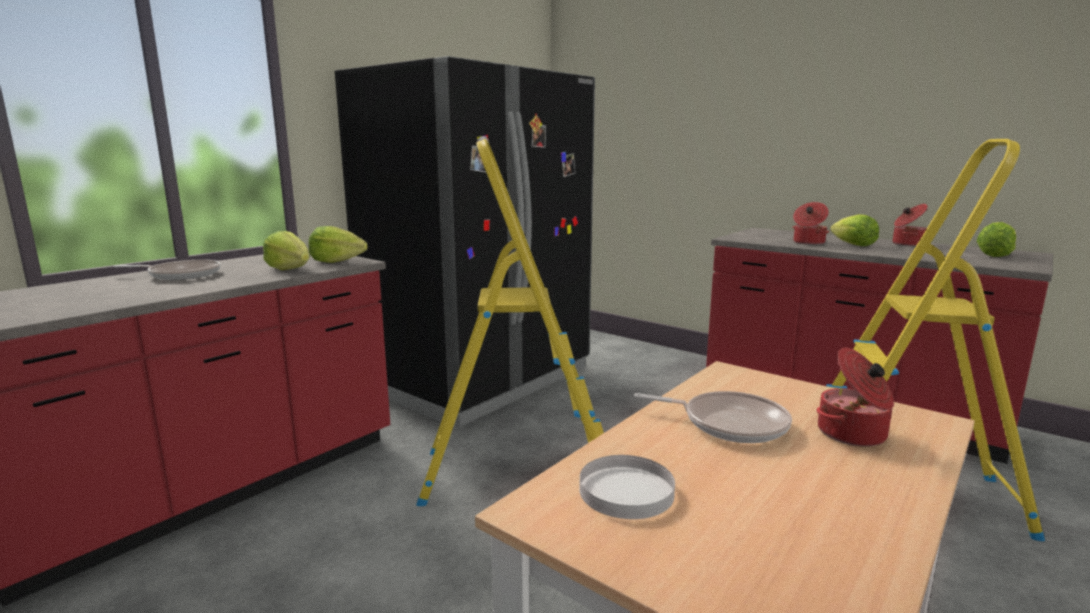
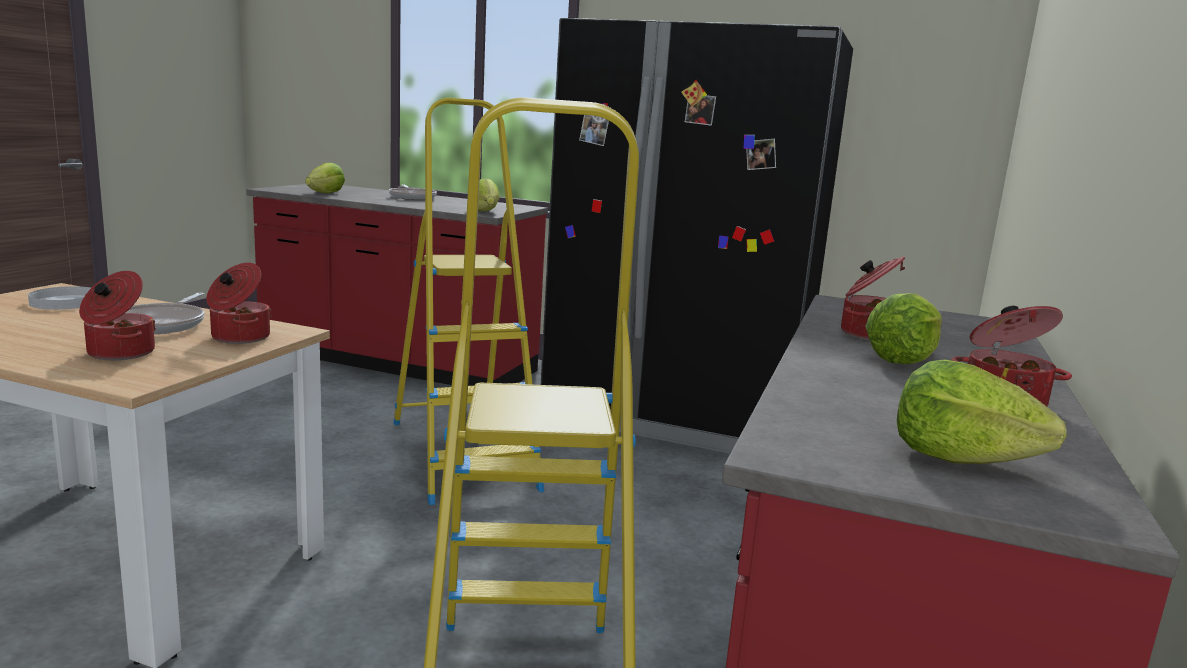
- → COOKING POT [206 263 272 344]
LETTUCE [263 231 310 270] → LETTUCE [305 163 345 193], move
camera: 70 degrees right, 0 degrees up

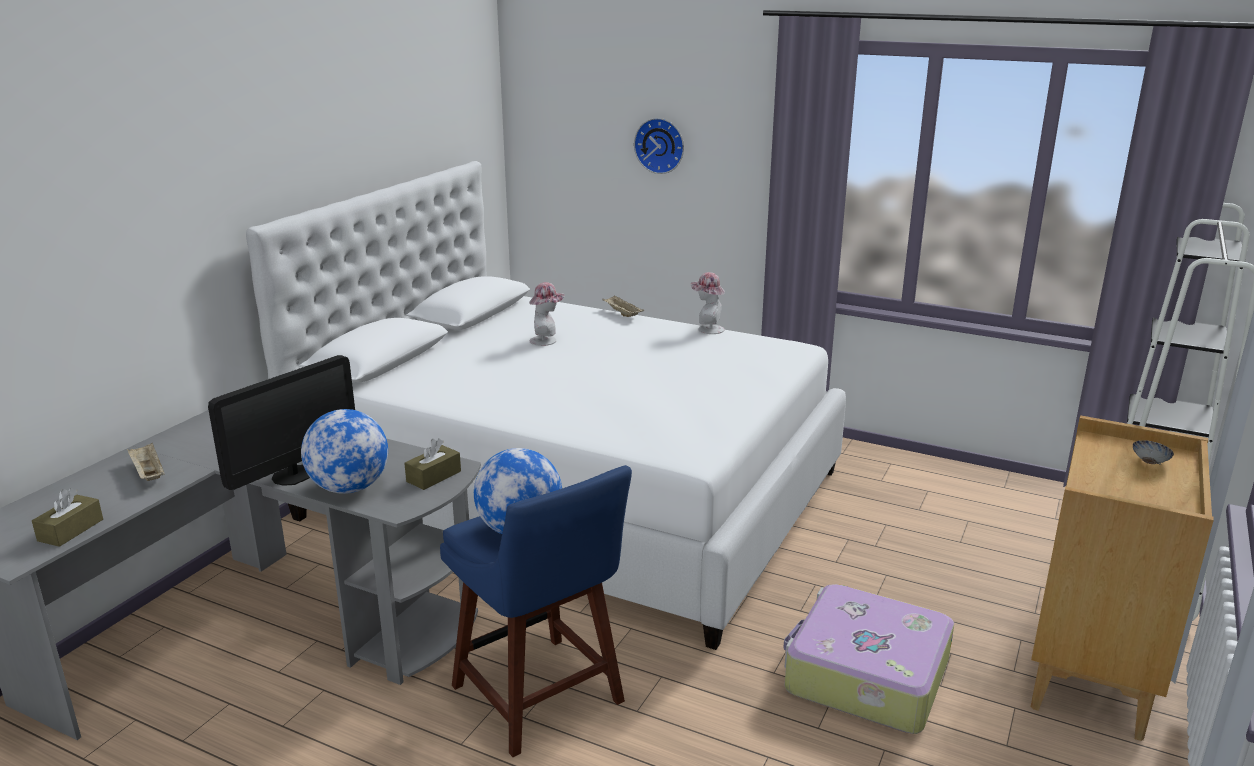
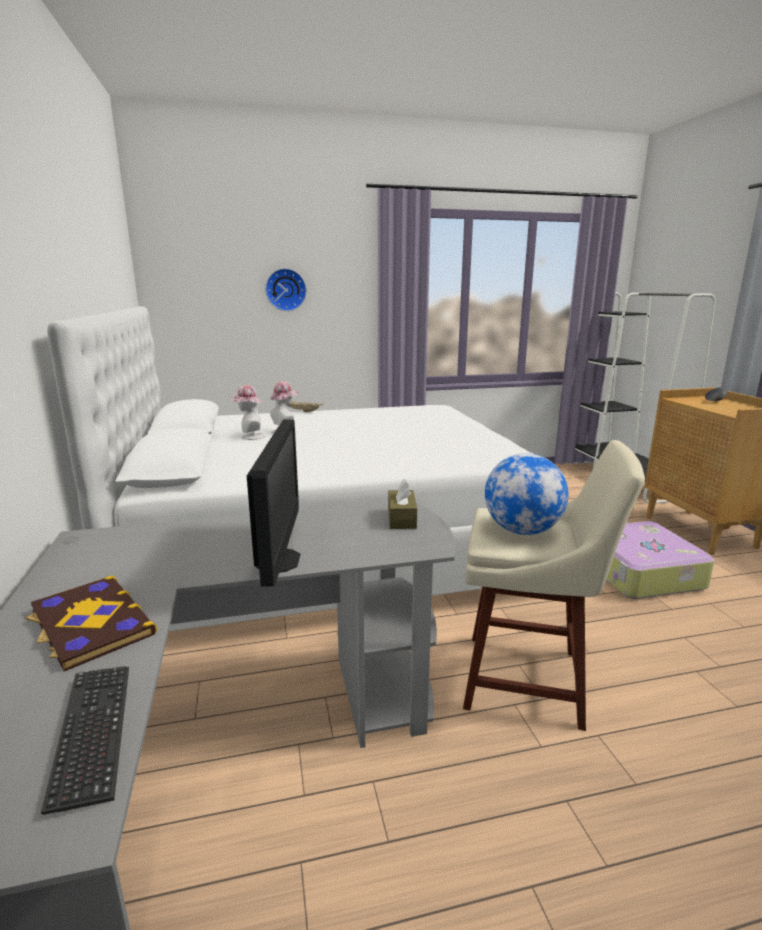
GLOBE [301 409 388 494] → -
HAT [690 272 725 334] → HAT [230 385 266 440], move
BROWN TISSUE BOX [32 488 103 547] → KEYBOARD [41 666 129 815]
BEIGE TRAY [127 443 165 481] → BOOK [26 576 157 671]
BLUE STOOL [440 465 632 757] → BEIGE STOOL [463 440 645 731]
camera: 40 degrees left, 5 degrees down

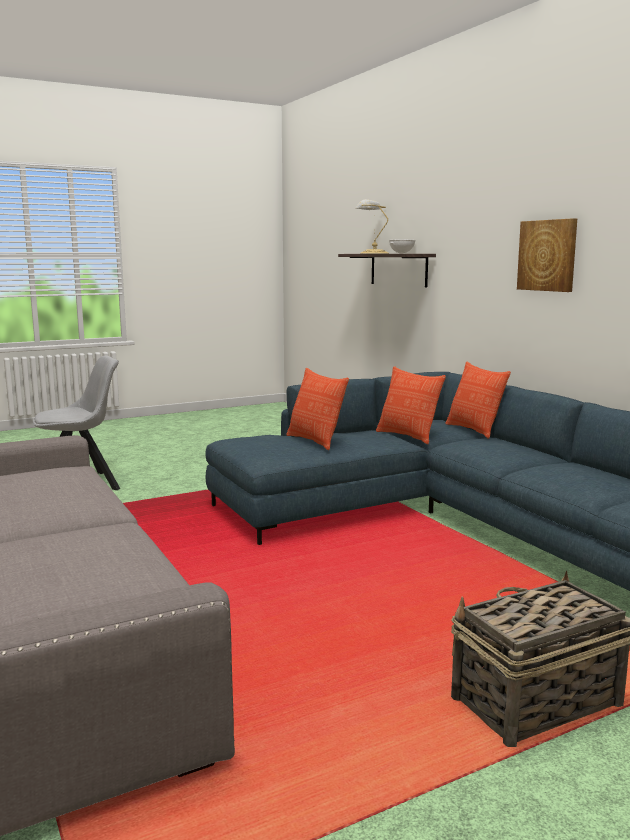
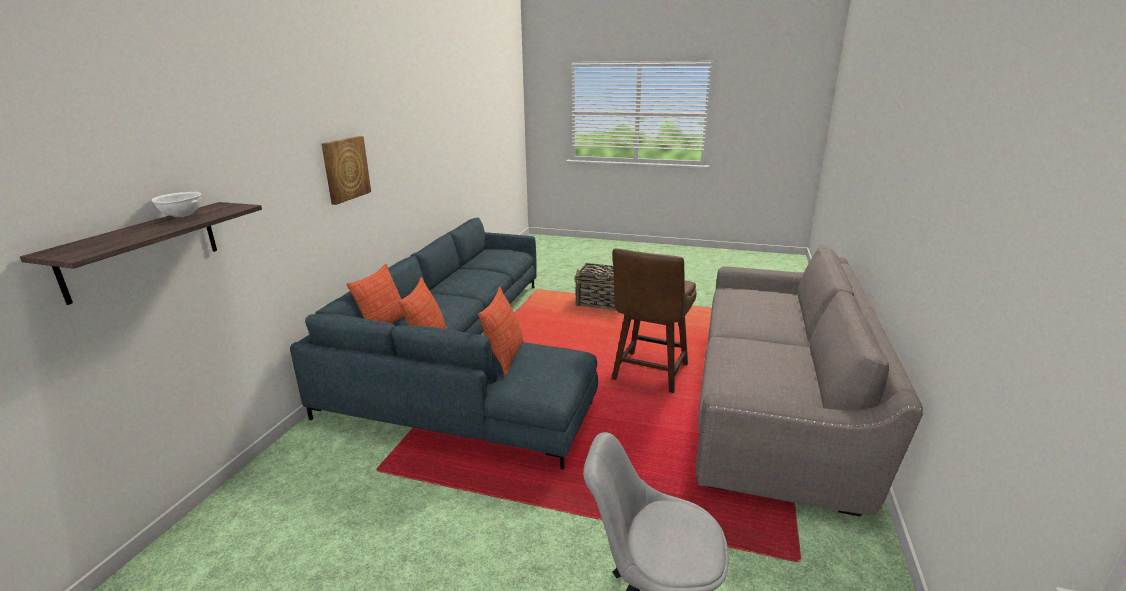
TABLE LAMP [356 199 389 254] → -
- → BROWN STOOL [612 248 696 393]
camera: 135 degrees left, 10 degrees up

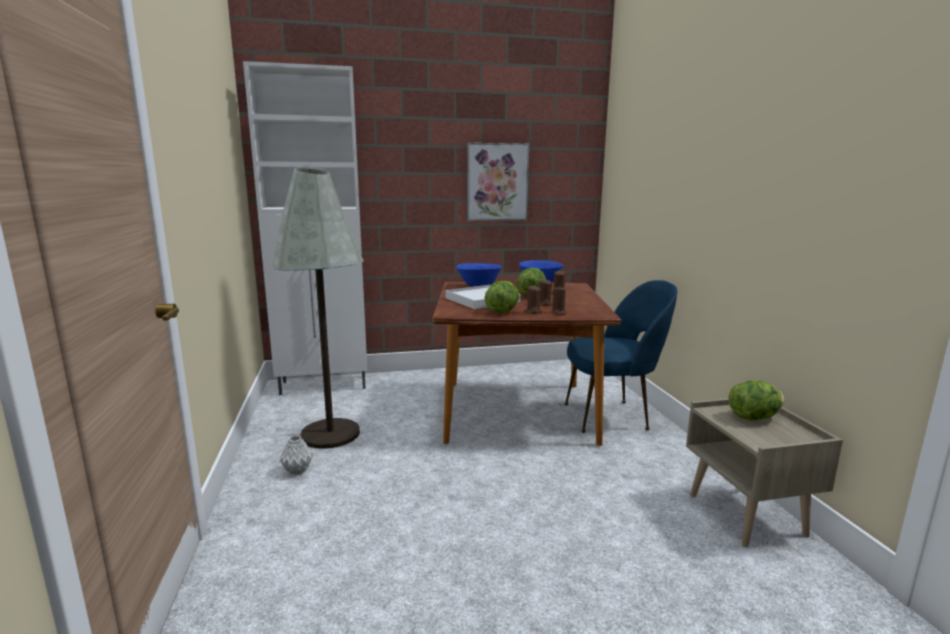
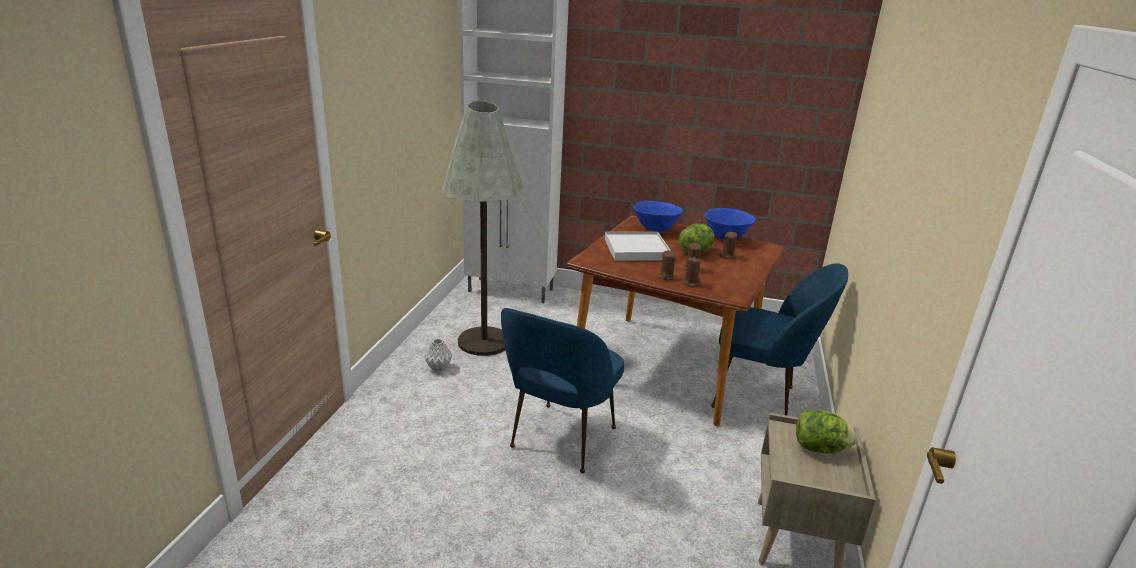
PICTURE [467 143 529 221] → -
LETTUCE [485 281 519 313] → -
- → BLUE CHAIR [501 308 624 473]
camera: 25 degrees right, 10 degrees up

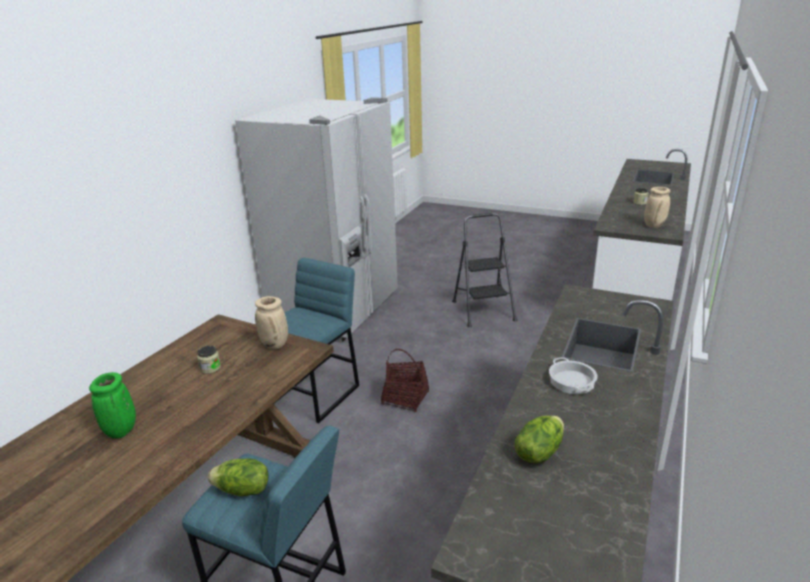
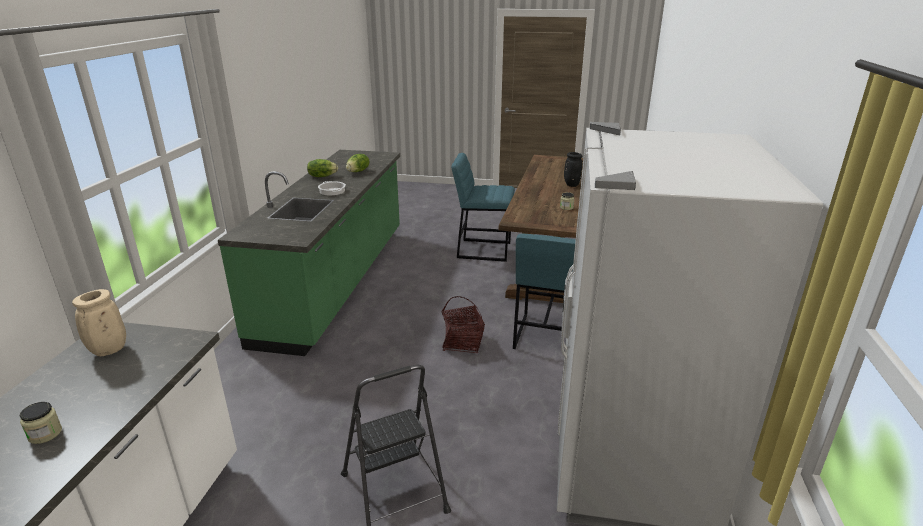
BEIGE VASE [255 296 288 349] → -
LETTUCE [208 459 269 496] → LETTUCE [307 159 338 177], move
GREEN VASE [89 372 136 438] → BLACK VASE [564 152 583 187]
camera: 165 degrees right, 0 degrees up

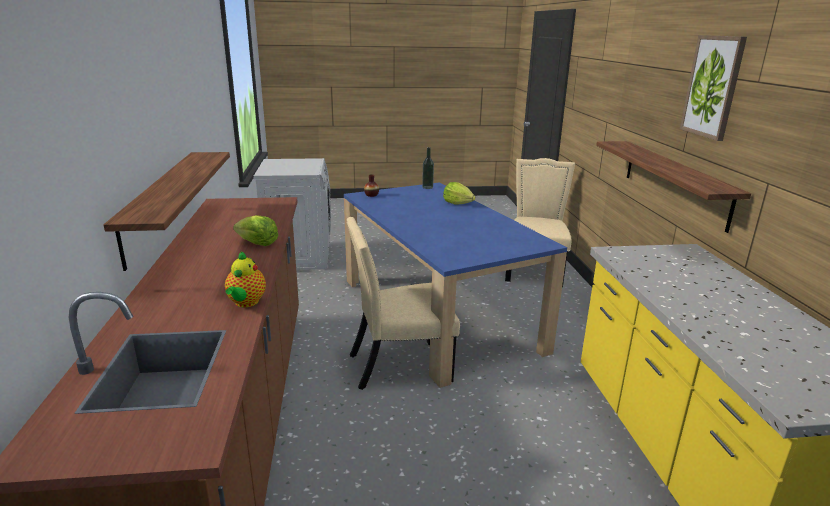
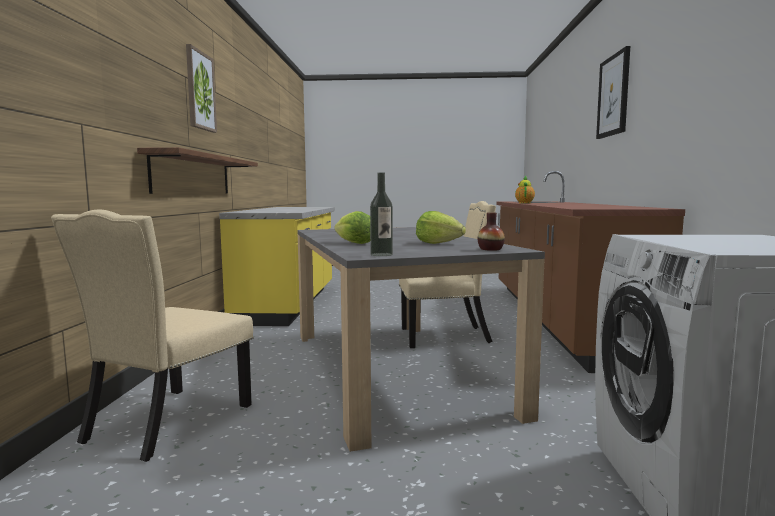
SHELF [103 152 230 271] → -
- → PICTURE [596 46 630 139]
LETTUCE [233 215 278 246] → LETTUCE [416 211 466 244], move
BLUE DINING TABLE [344 183 567 388] → GREY DINING TABLE [297 227 545 452]
camera: 170 degrees left, 15 degrees down

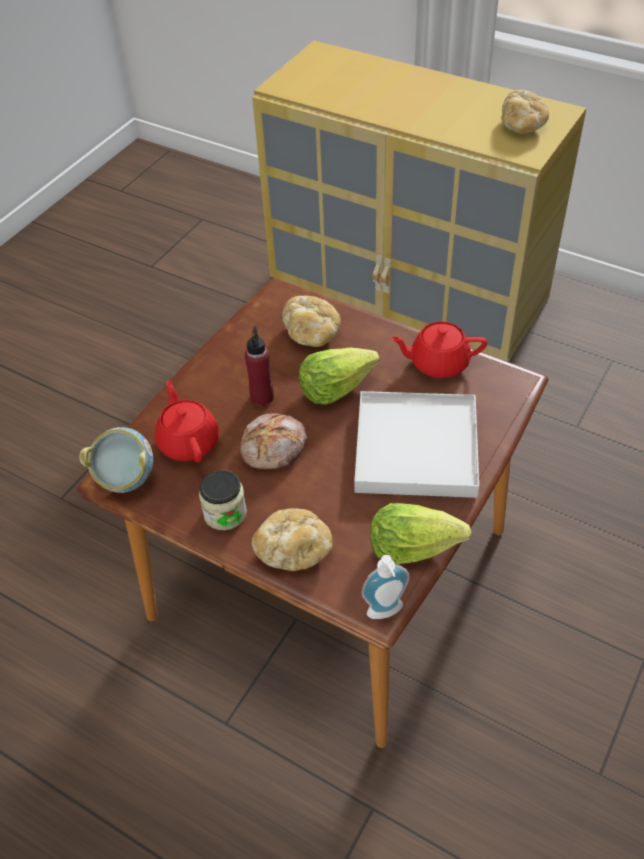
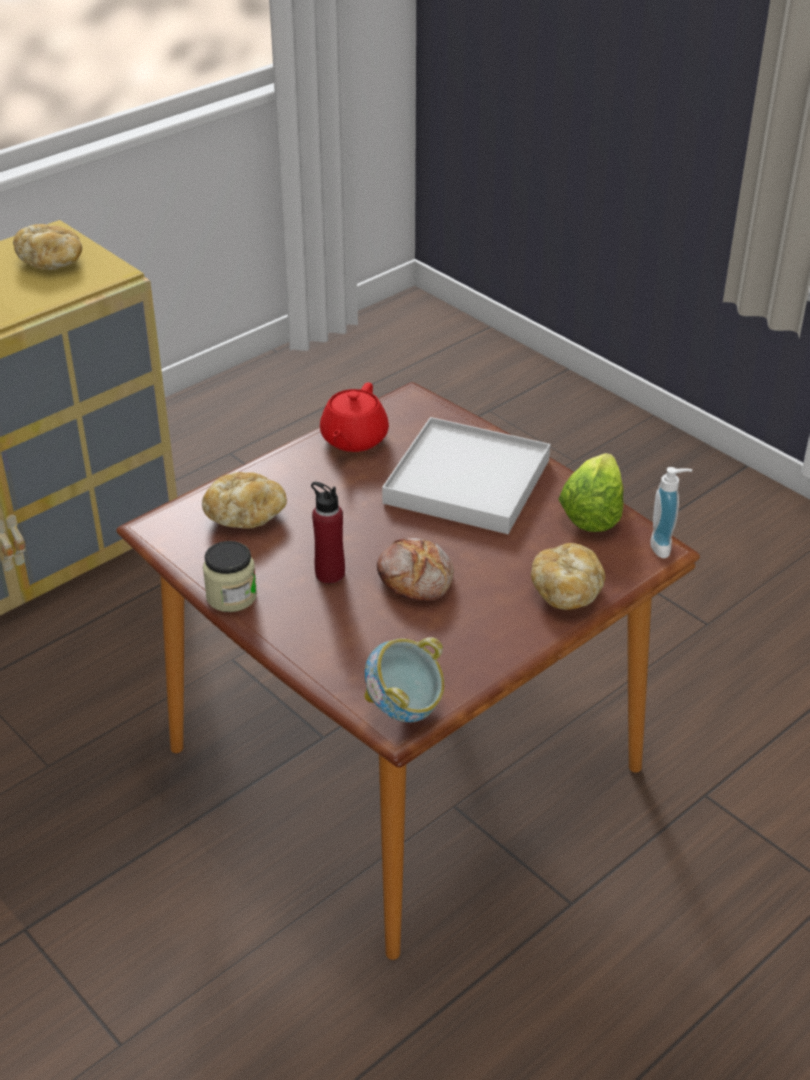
RED TEAPOT [155 380 219 463] → -
LETTUCE [299 347 380 405] → -
JAR [199 470 247 530] → JAR [203 541 257 612], move
camera: 75 degrees left, 10 degrees down

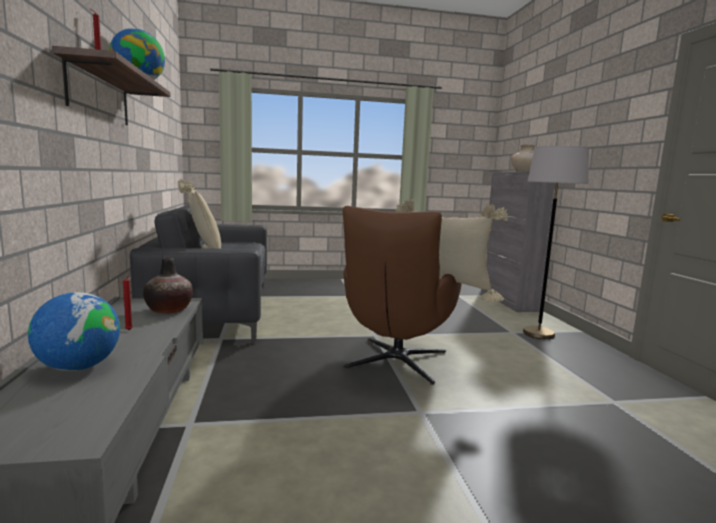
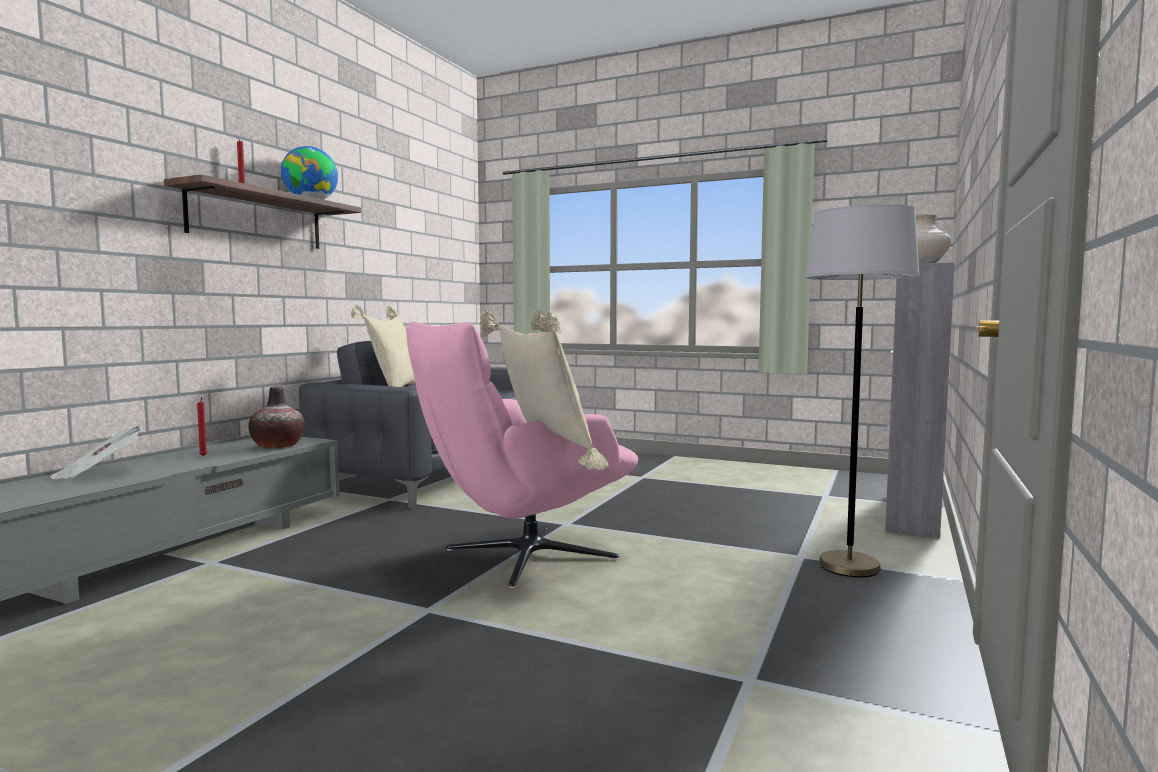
GLOBE [28 292 120 371] → NEWSPAPER [50 425 145 479]
BROWN ARMCHAIR [343 206 462 385] → PINK ARMCHAIR [406 321 638 588]
camera: 35 degrees right, 5 degrees down

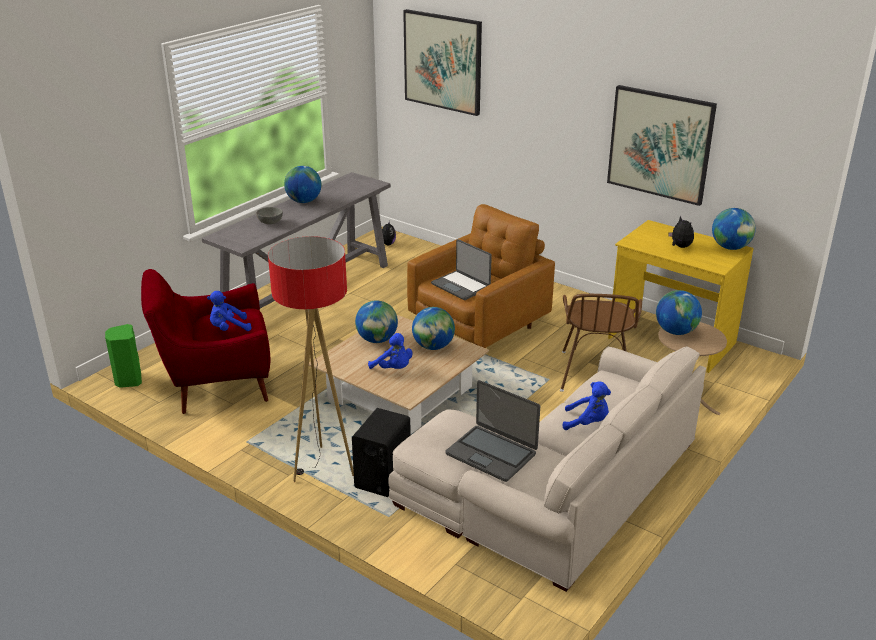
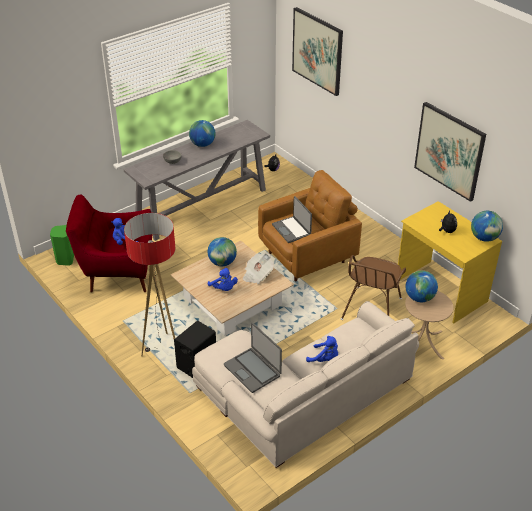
GLOBE [412 307 455 350] → NEWSPAPER [243 253 274 284]
camera: 15 degrees right, 10 degrees up

